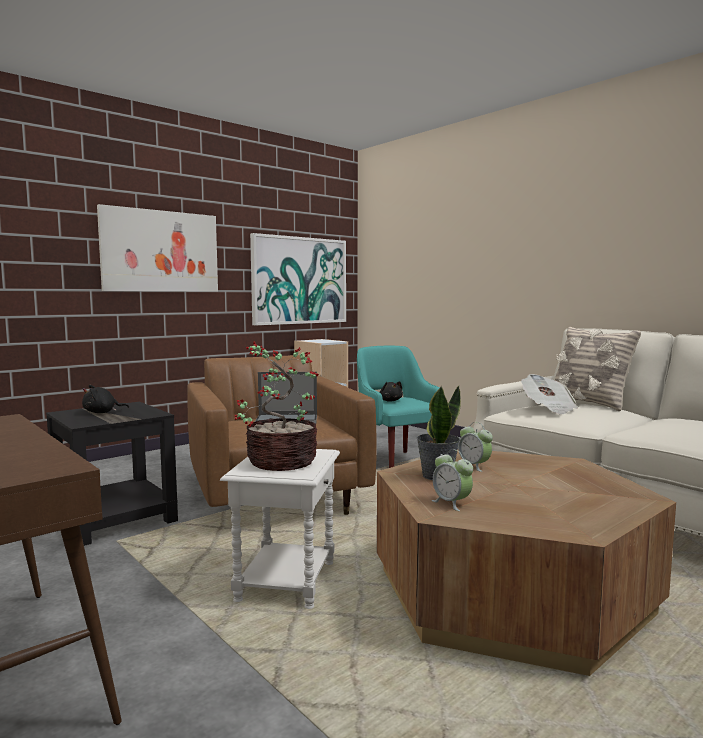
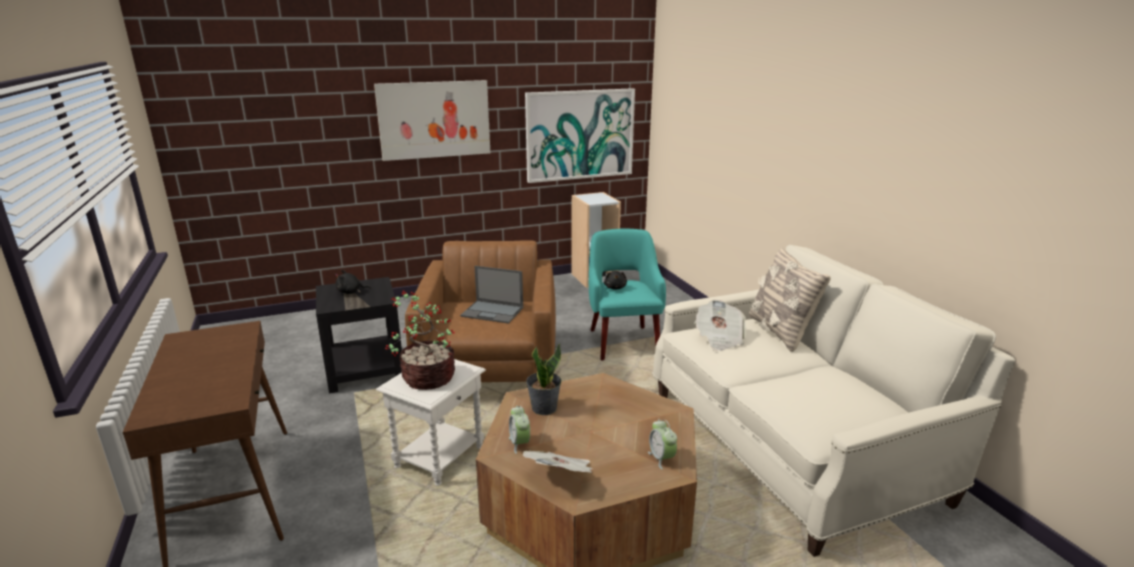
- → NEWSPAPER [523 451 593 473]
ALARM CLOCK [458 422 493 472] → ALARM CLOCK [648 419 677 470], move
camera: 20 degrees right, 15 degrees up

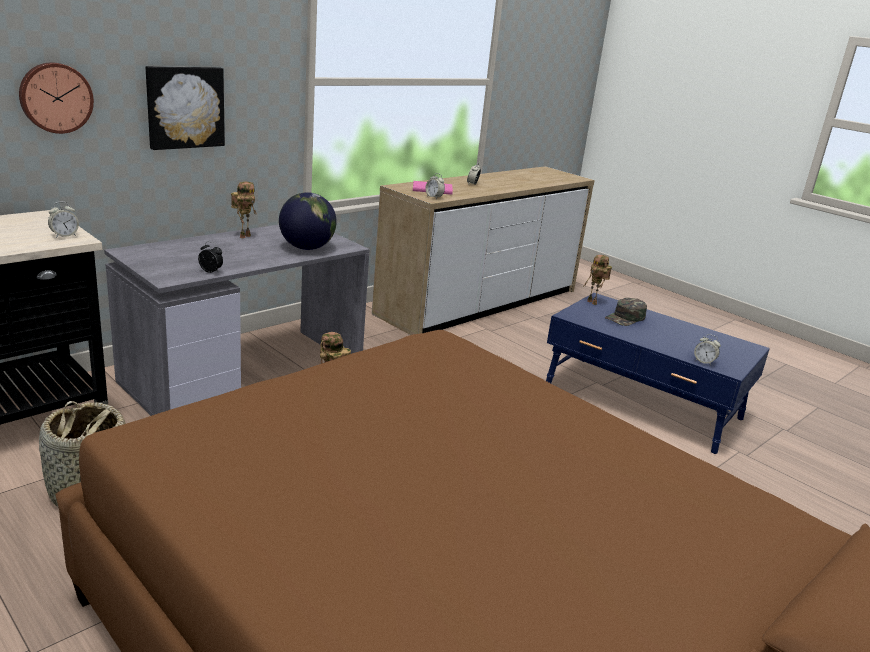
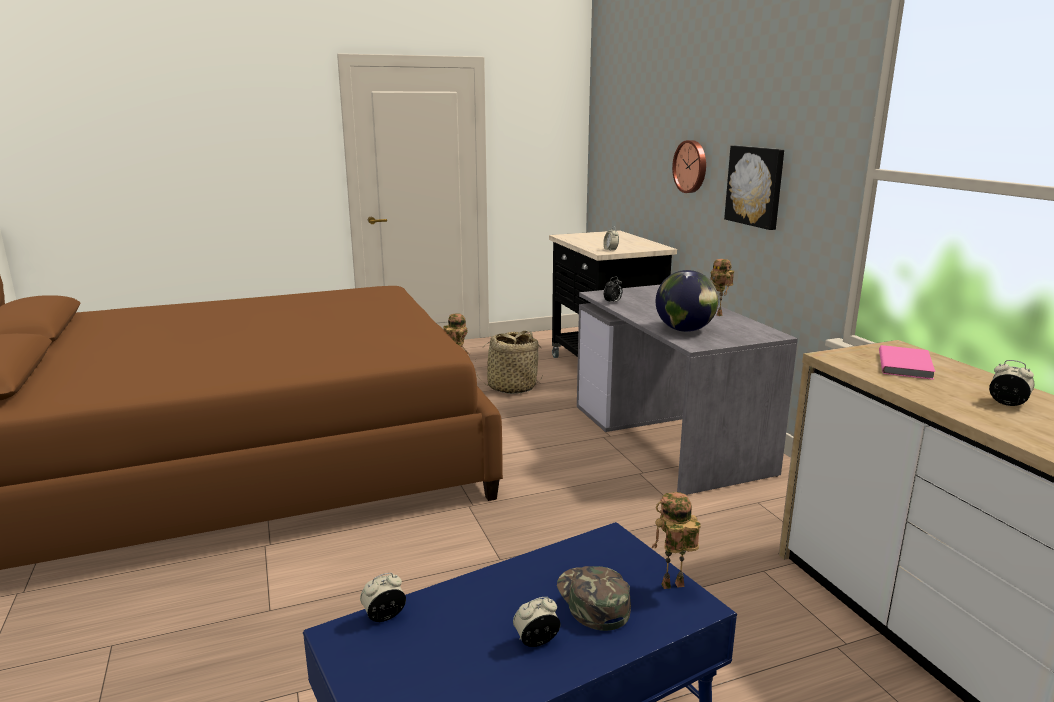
ALARM CLOCK [425 173 445 199] → ALARM CLOCK [513 597 560 647], move
camera: 115 degrees right, 5 degrees down

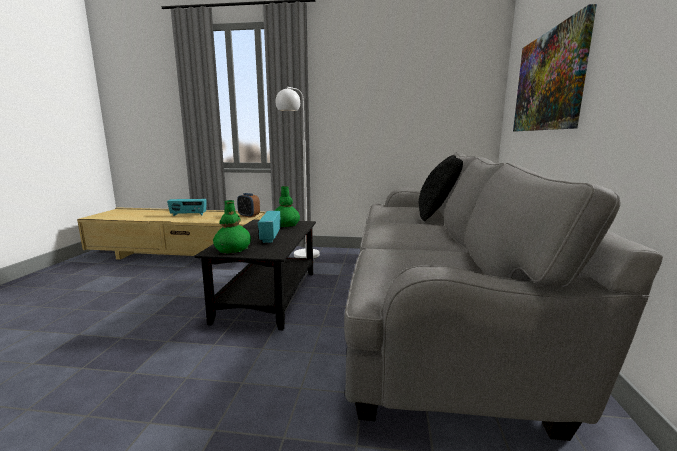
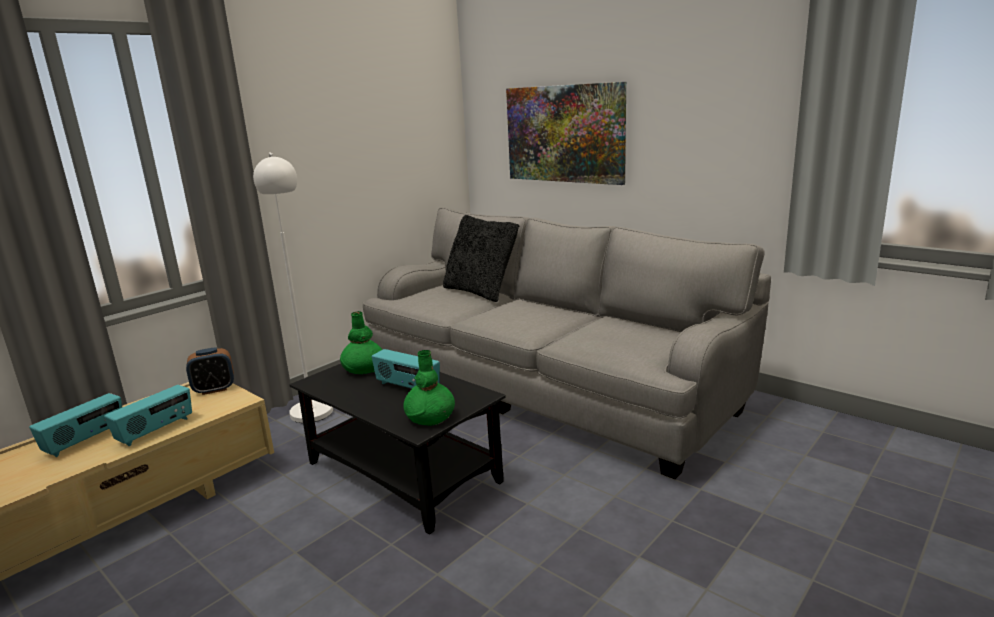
- → RADIO [104 385 192 446]
camera: 55 degrees left, 5 degrees up

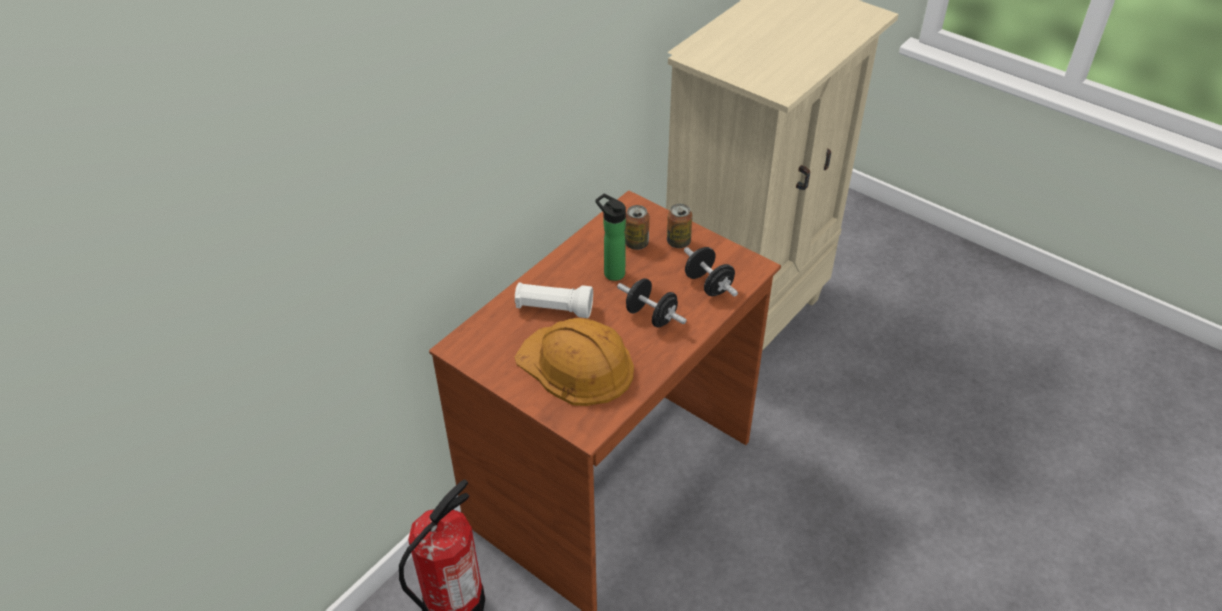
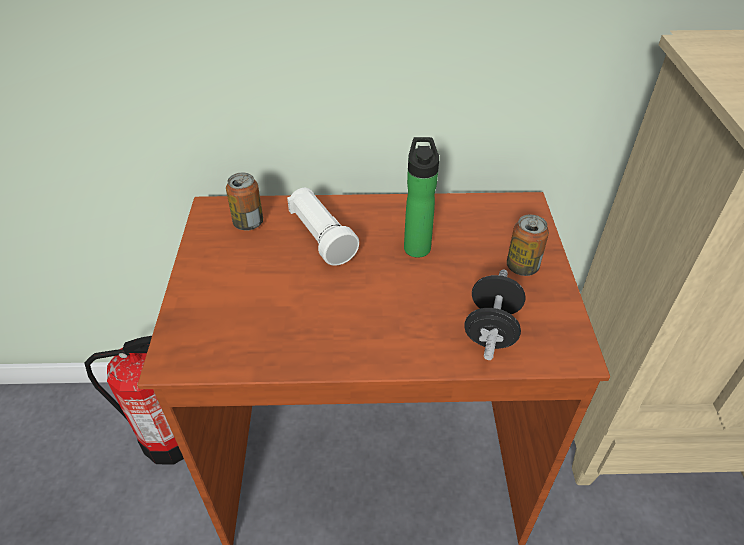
ORANGE HARD HAT [514 318 634 406] → -
BLACK DUMBBELL [617 278 687 328] → -
CAN [625 205 649 250] → CAN [226 172 263 230], move
camera: 50 degrees right, 0 degrees up

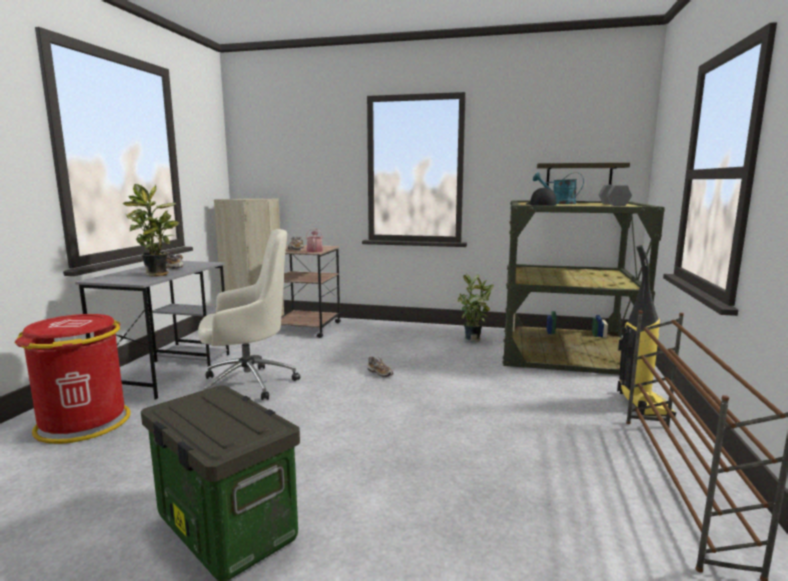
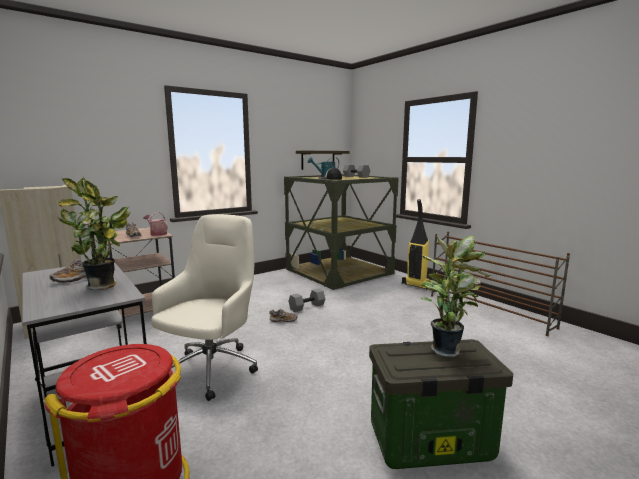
- → GREY DUMBBELL [289 289 325 312]
POTTED PLANT [457 274 494 342] → POTTED PLANT [421 236 491 357], move
camera: 50 degrees left, 0 degrees up

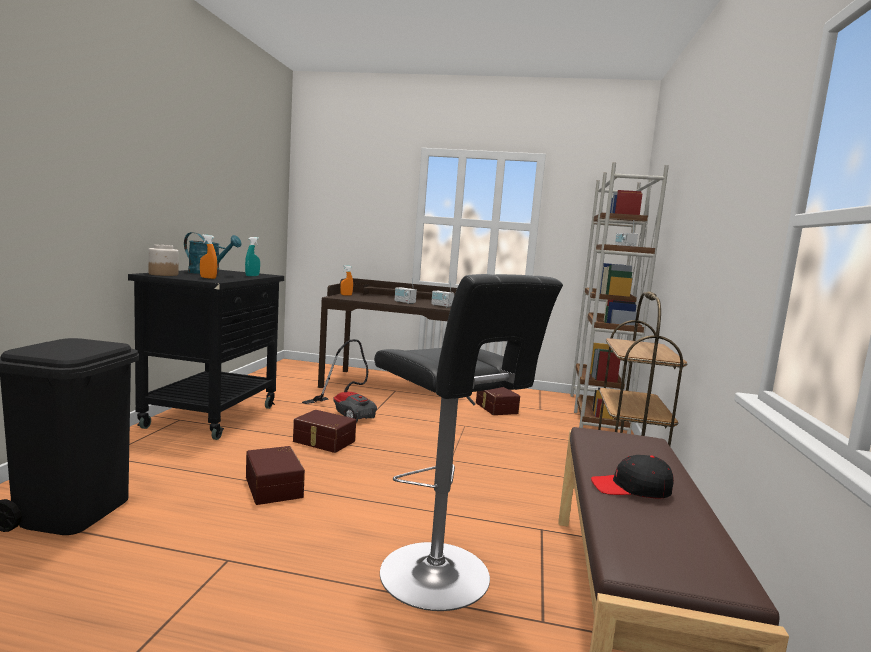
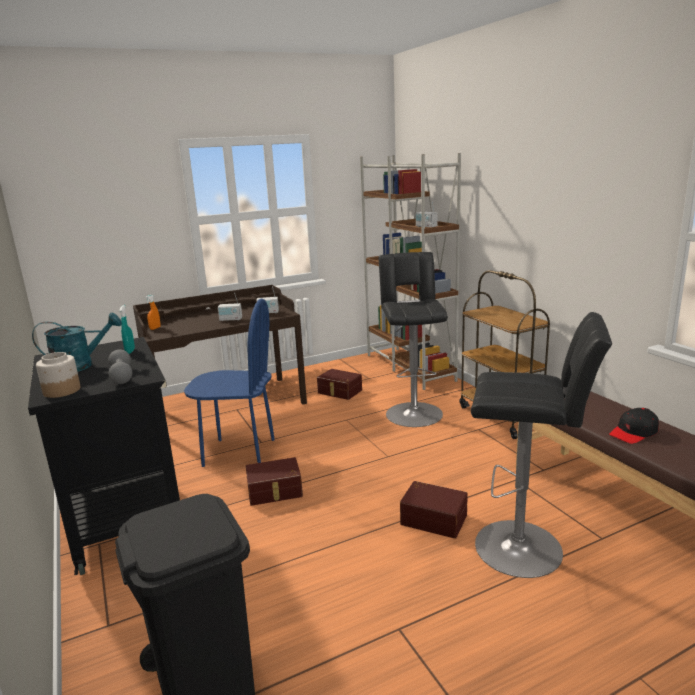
- → BLACK STOOL [379 252 448 427]
BROWN STORAGE BOX [246 446 305 505] → BROWN STORAGE BOX [400 481 468 539], move
ORANGE SPRAY BOTTLE [200 234 217 279] → GREY DUMBBELL [108 350 132 384]
VACUUM CLEANER [302 339 377 423] → BLUE CHAIR [184 299 275 467]
camera: 35 degrees left, 10 degrees up

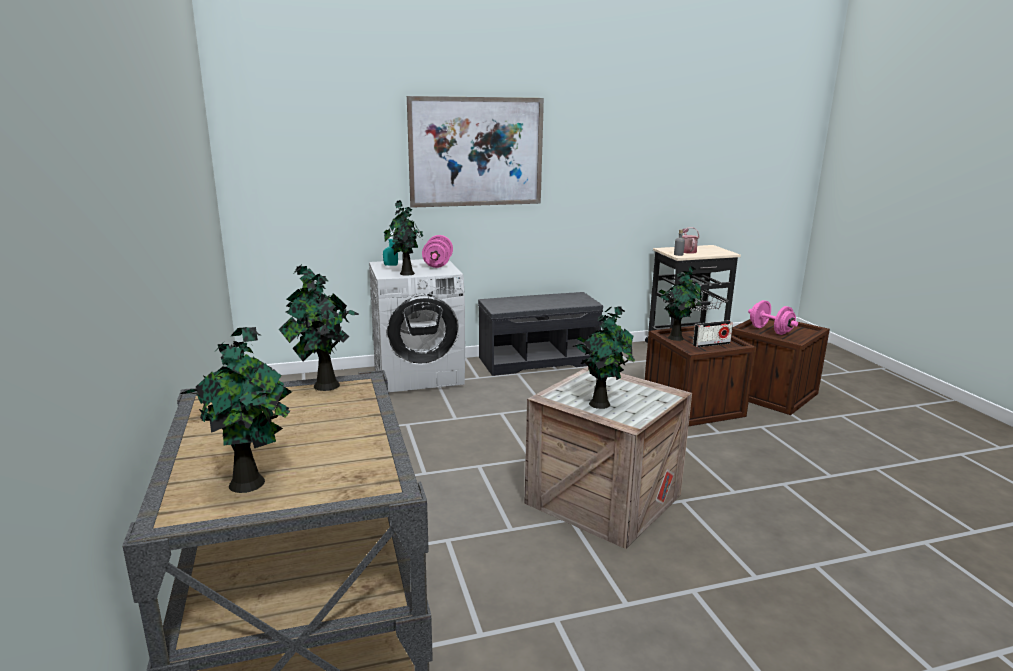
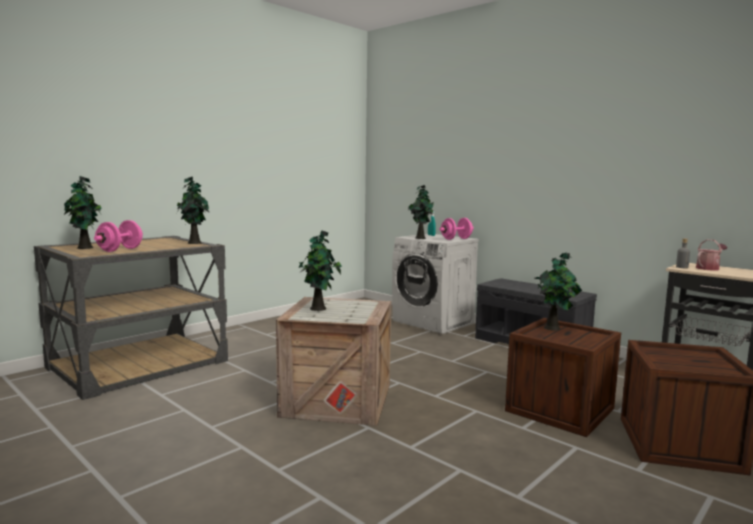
PICTURE [407 96 544 208] → -
RADIO [693 321 733 347] → -
PINK DUMBBELL [748 300 798 335] → PINK DUMBBELL [94 220 143 252], move
camera: 60 degrees right, 10 degrees down

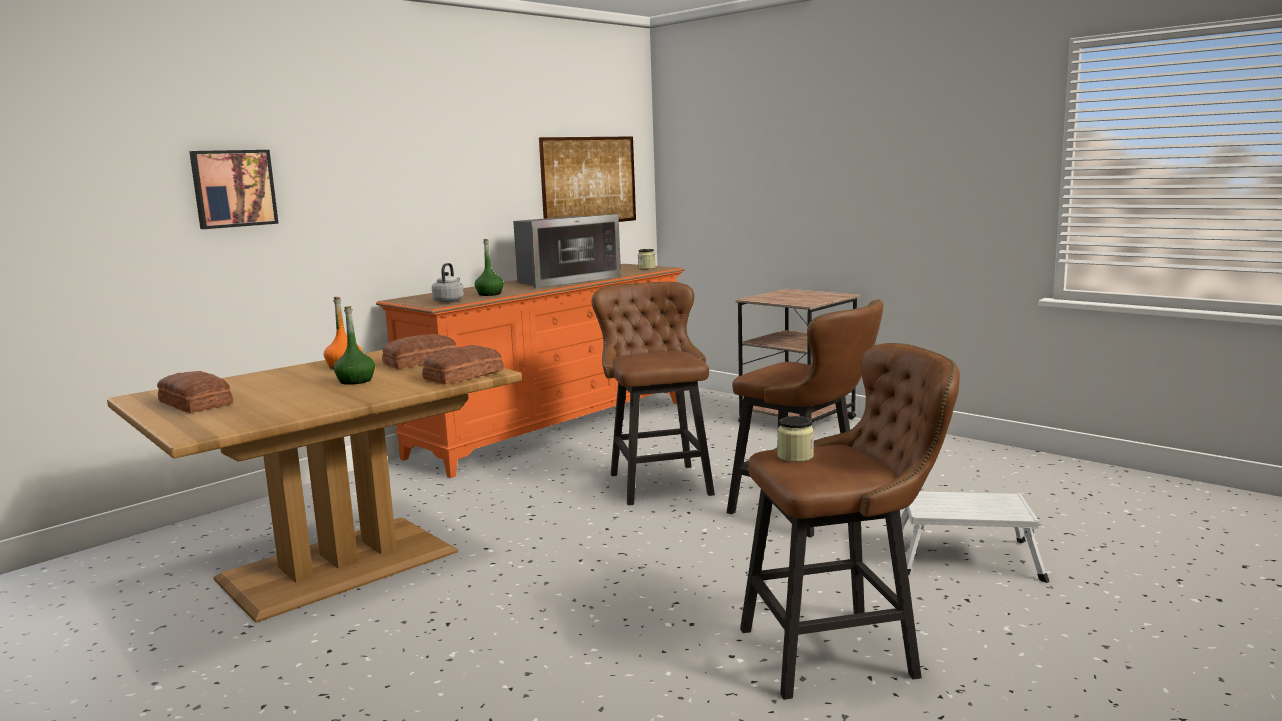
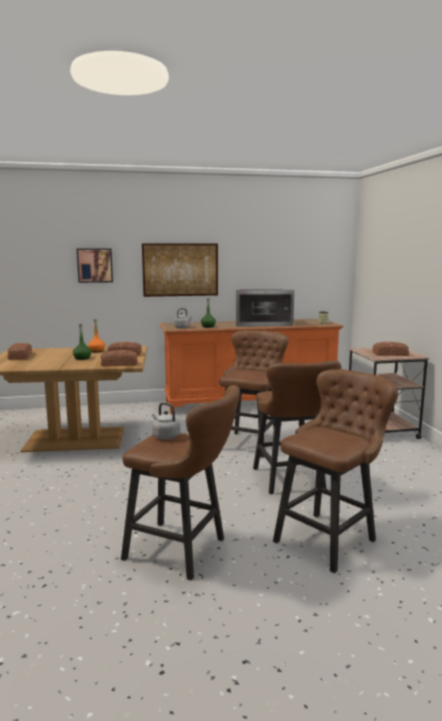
- → BREAD [372 342 409 356]
PICTURE [539 136 636 222] → PICTURE [142 243 218 297], move
JAR [777 416 814 462] → GREY KETTLE [152 402 180 440]
WHITE STEP LADDER [901 491 1050 583] → BROWN STOOL [273 369 398 573]
camera: 35 degrees right, 0 degrees up

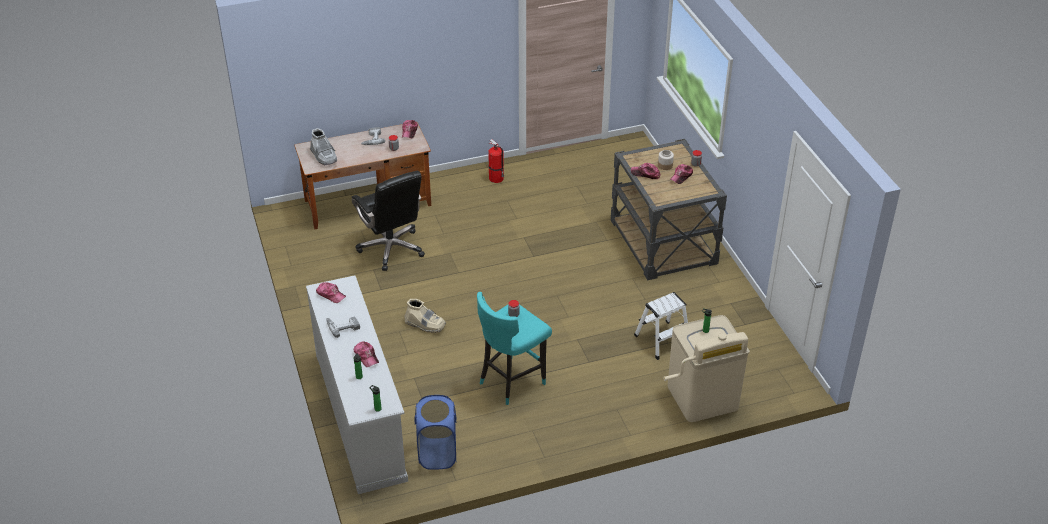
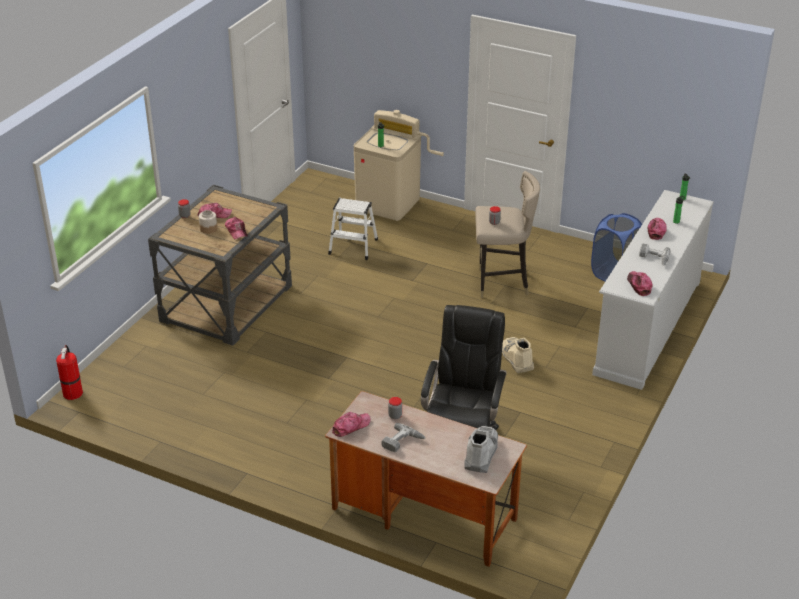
FIRE EXTINGUISHER [488 139 504 183] → FIRE EXTINGUISHER [56 345 83 400], move
TURQUOISE STOOL [477 292 552 405] → BEIGE STOOL [475 171 540 298]
camera: 135 degrees left, 5 degrees down

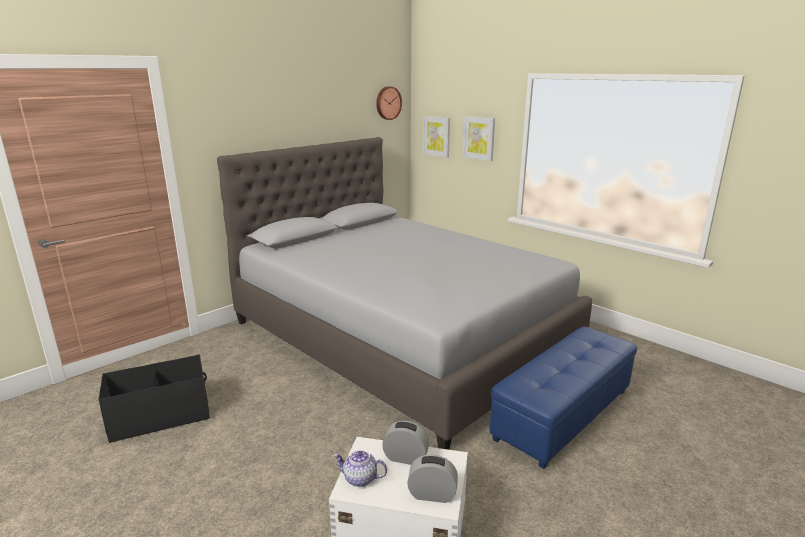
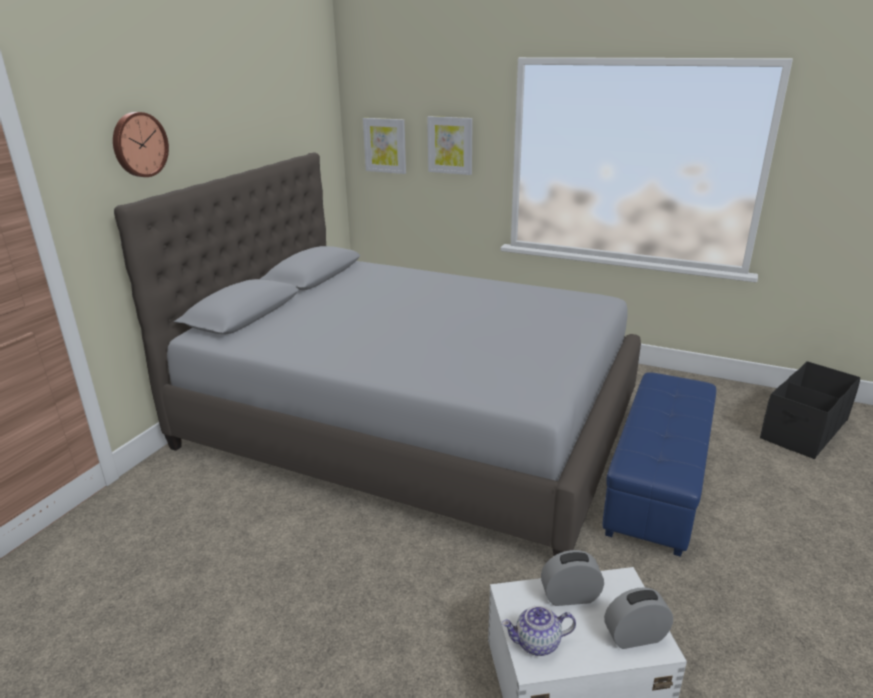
BLACK STORAGE BOX [98 355 210 443] → BLACK STORAGE BOX [760 361 861 459], move
WALL CLOCK [376 86 402 120] → WALL CLOCK [113 112 169 177], move
camera: 20 degrees left, 5 degrees up

